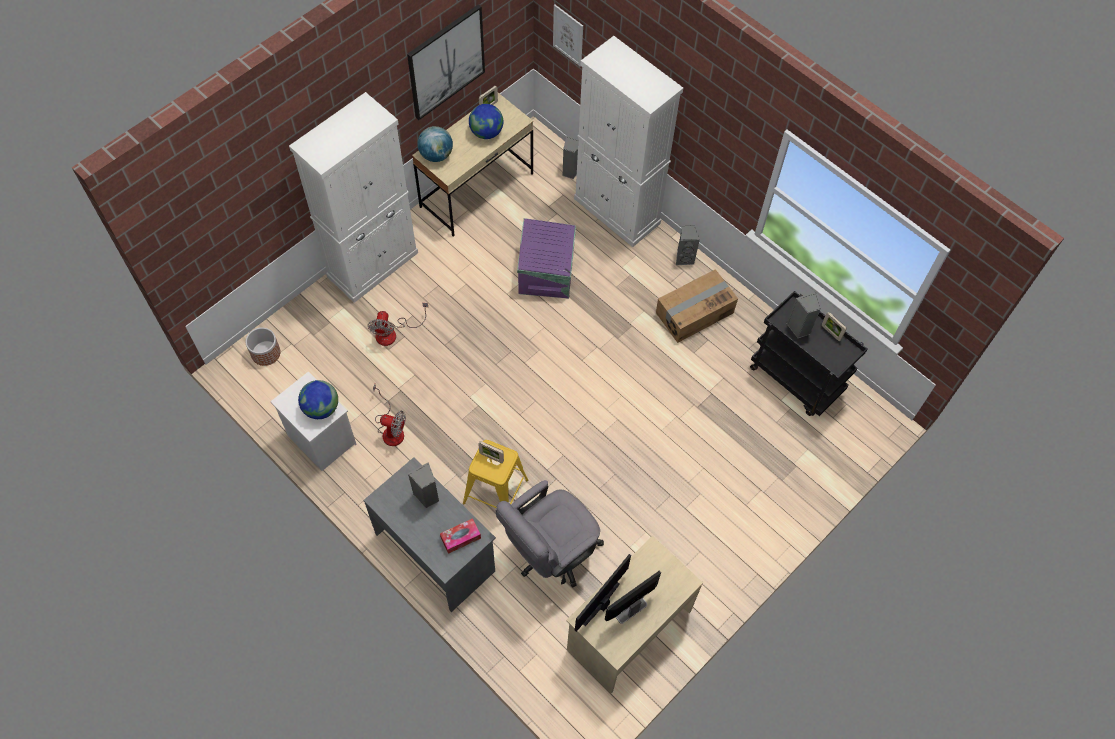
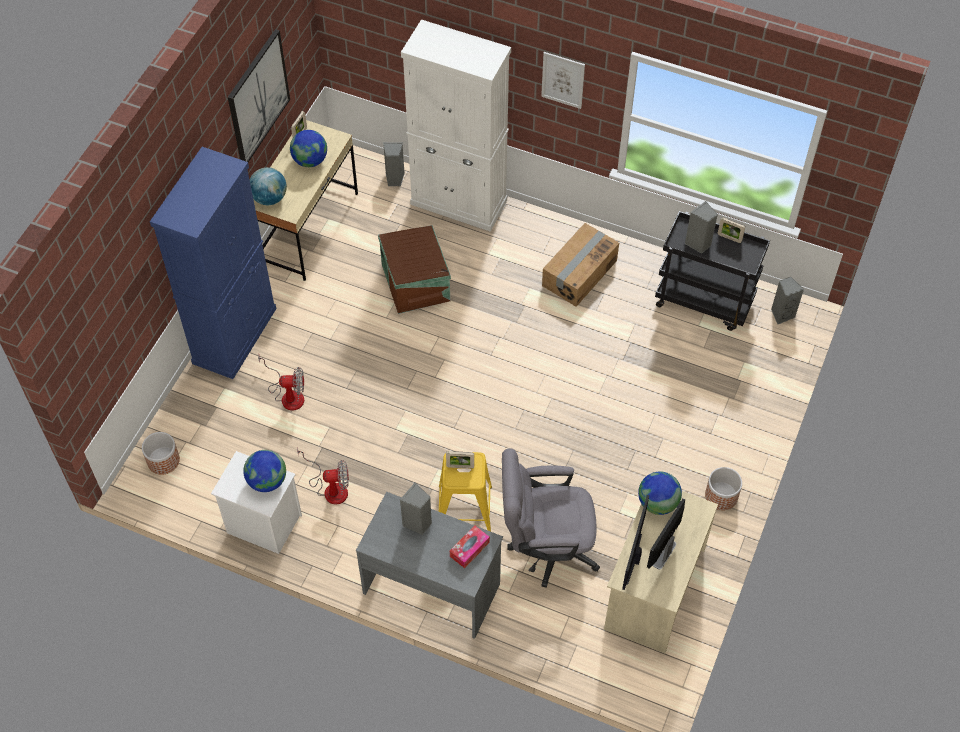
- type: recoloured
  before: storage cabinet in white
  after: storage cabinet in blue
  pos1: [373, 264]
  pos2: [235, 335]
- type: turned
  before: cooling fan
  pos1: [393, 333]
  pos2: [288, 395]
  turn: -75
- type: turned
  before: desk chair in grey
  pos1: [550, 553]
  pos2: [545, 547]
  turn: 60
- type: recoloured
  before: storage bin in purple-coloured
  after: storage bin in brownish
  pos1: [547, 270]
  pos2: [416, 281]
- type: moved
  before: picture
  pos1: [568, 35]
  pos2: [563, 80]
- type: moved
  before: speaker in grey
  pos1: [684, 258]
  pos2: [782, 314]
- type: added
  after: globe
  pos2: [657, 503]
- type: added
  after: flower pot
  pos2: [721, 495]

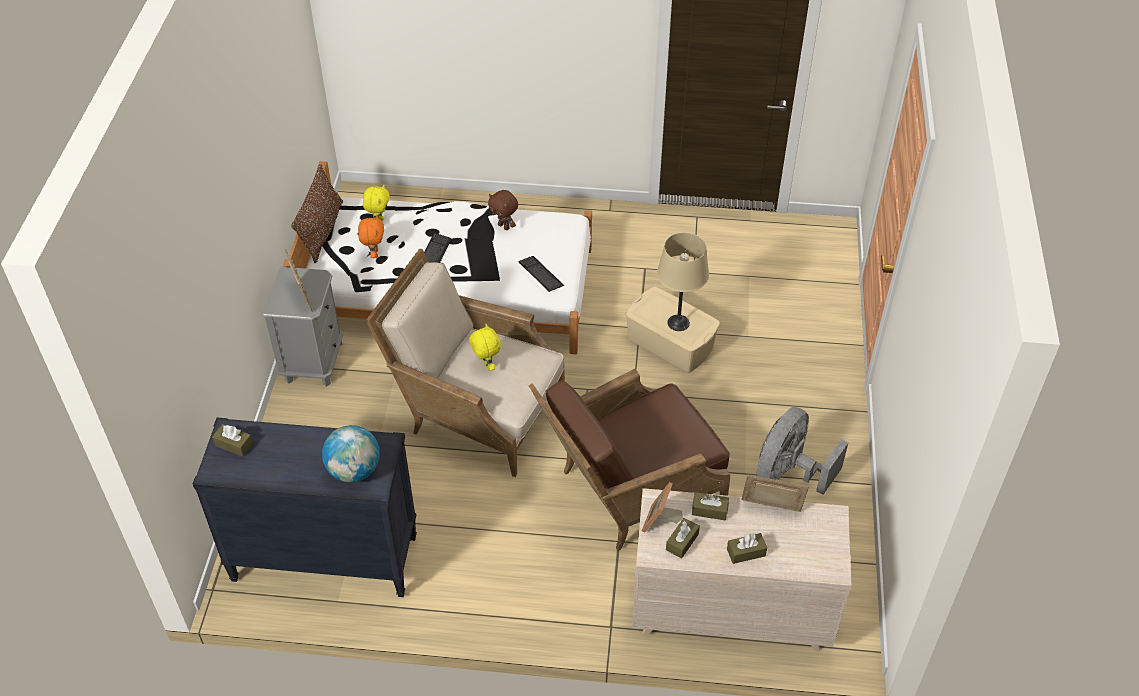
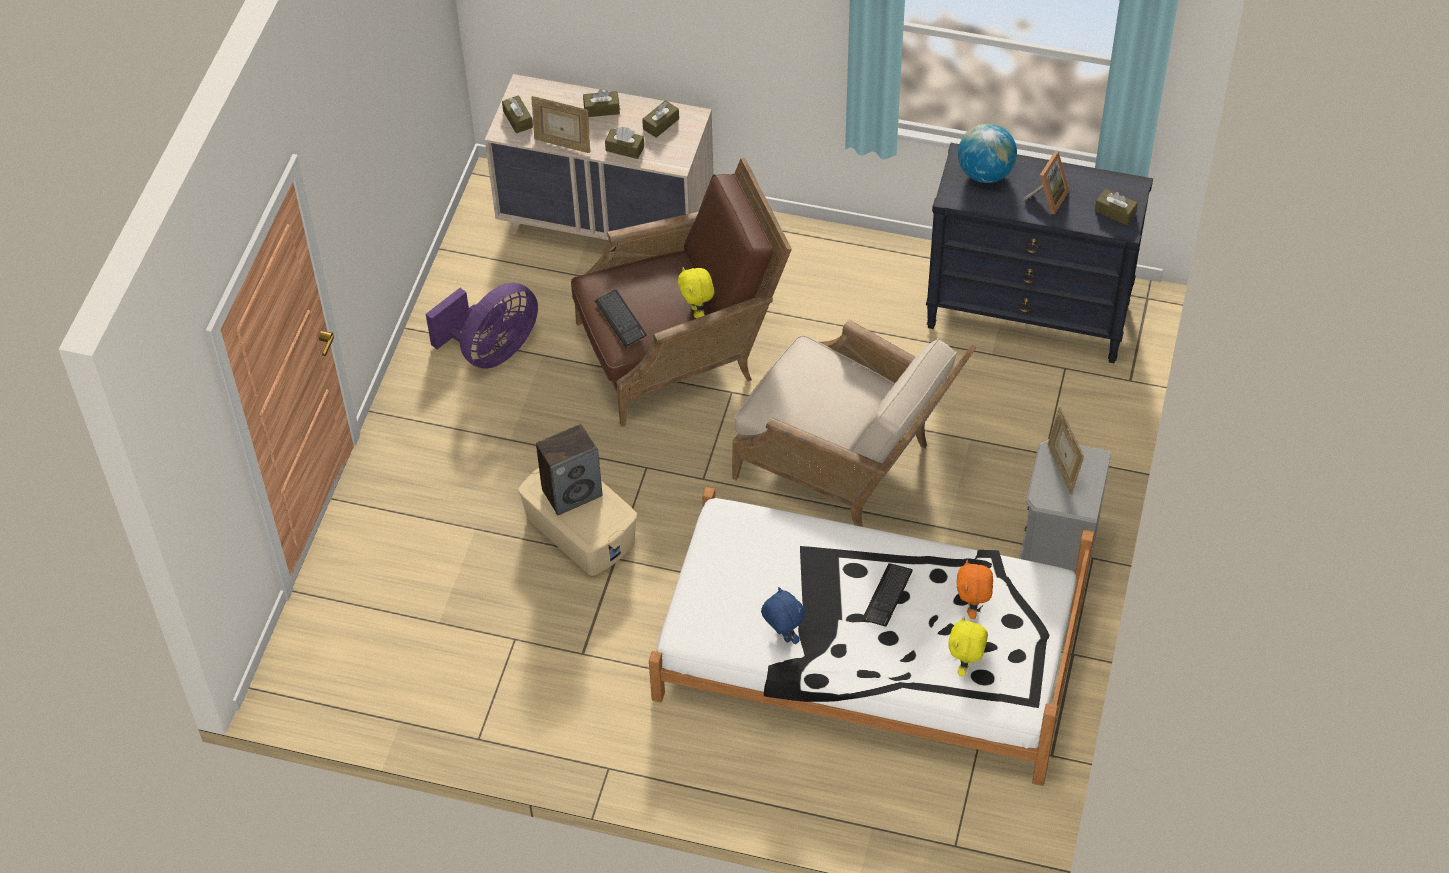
- type: removed
  before: throw pillow in brownish
  pos1: [322, 231]
- type: moved
  before: cuddly toy in yellow
  pos1: [486, 365]
  pos2: [697, 312]
- type: recoloured
  before: cuddly toy in brownish
  after: cuddly toy in blue
  pos1: [504, 226]
  pos2: [782, 636]
- type: moved
  before: PC keyboard
  pos1: [541, 274]
  pos2: [620, 319]
- type: moved
  before: photo frame
  pos1: [660, 522]
  pos2: [1047, 197]
- type: replaced
  before: tabletop lamp in beige-coloured
  after: speaker
  pos1: [678, 323]
  pos2: [572, 492]
- type: recoloured
  before: cooling fan in grey
  after: cooling fan in purple-coloured
  pos1: [789, 472]
  pos2: [492, 350]
- type: added
  after: box of tissues in brownish
  pos2: [518, 119]

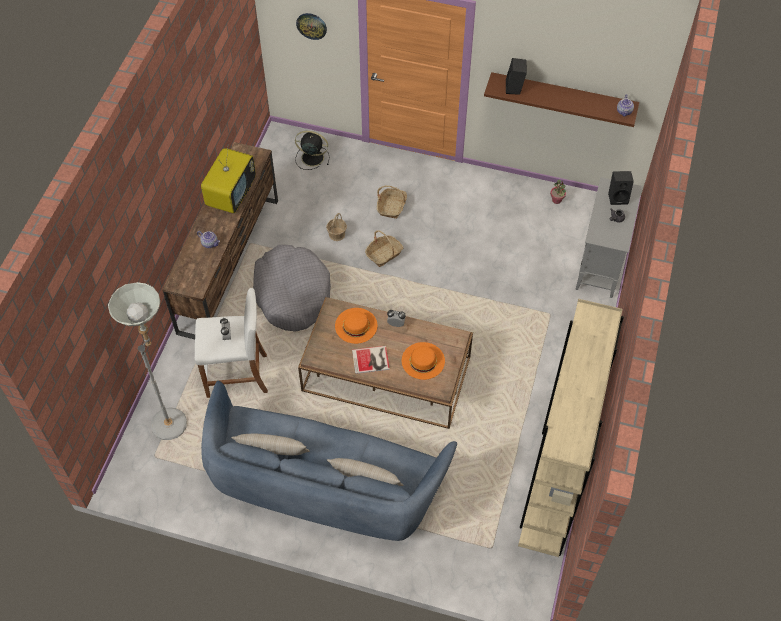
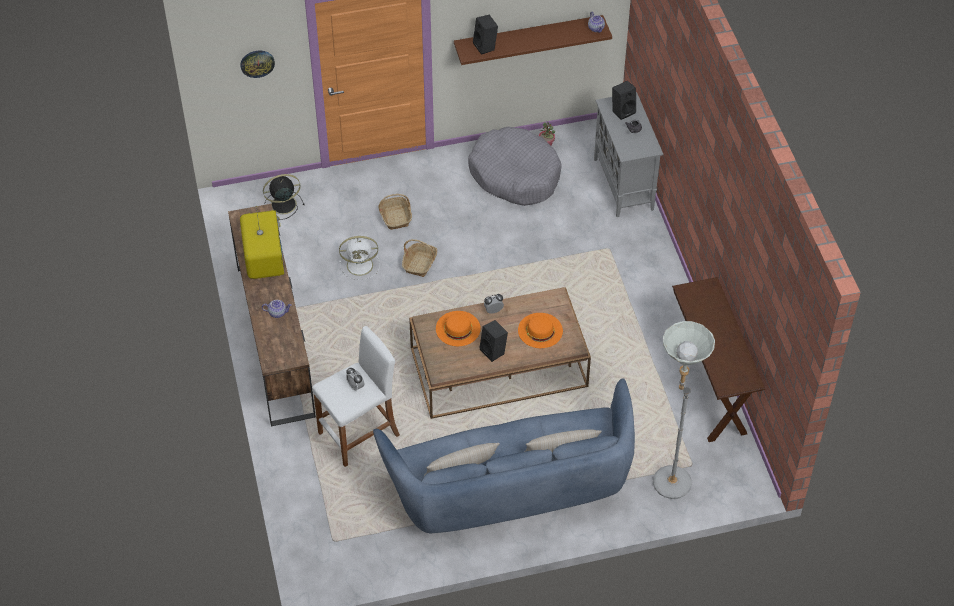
- type: moved
  before: standard lamp in grey
  pos1: [172, 417]
  pos2: [669, 475]
- type: moved
  before: dog cushion in grey
  pos1: [292, 294]
  pos2: [515, 175]
- type: replaced
  before: storage basket
  after: cooling fan in white
  pos1: [337, 234]
  pos2: [361, 265]
- type: replaced
  before: bound book
  after: speaker in black-coloured
  pos1: [371, 360]
  pos2: [494, 351]
- type: replaced
  before: shelving unit in beige-coloured
  after: narrow table in brownish
  pos1: [553, 485]
  pos2: [708, 389]

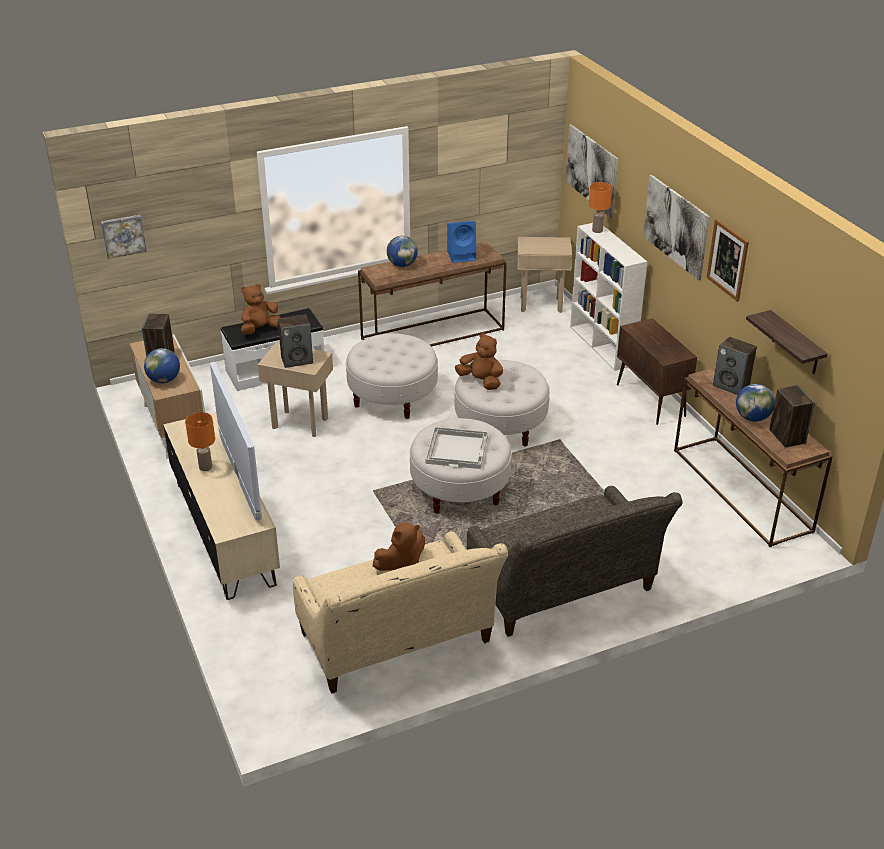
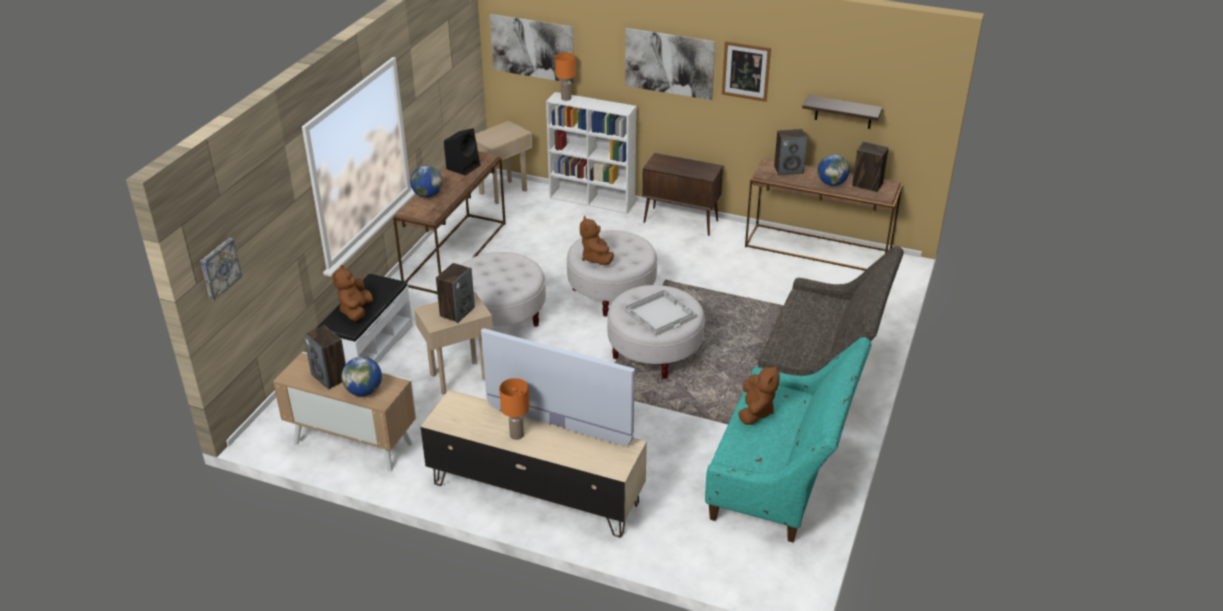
- type: recoloured
  before: sofa in beige-coloured
  after: sofa in blue-green
  pos1: [399, 644]
  pos2: [781, 479]
- type: recoloured
  before: speaker in blue
  after: speaker in black-coloured
  pos1: [462, 256]
  pos2: [463, 167]
- type: turned
  before: cuddly toy in brownish
  pos1: [481, 381]
  pos2: [596, 258]
  turn: -90

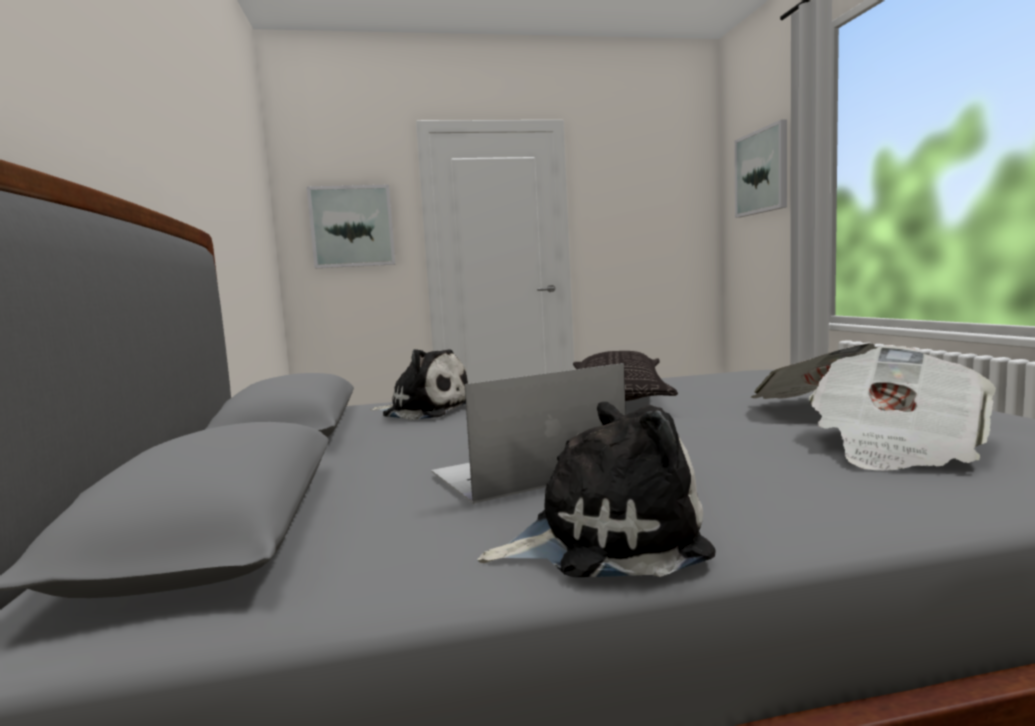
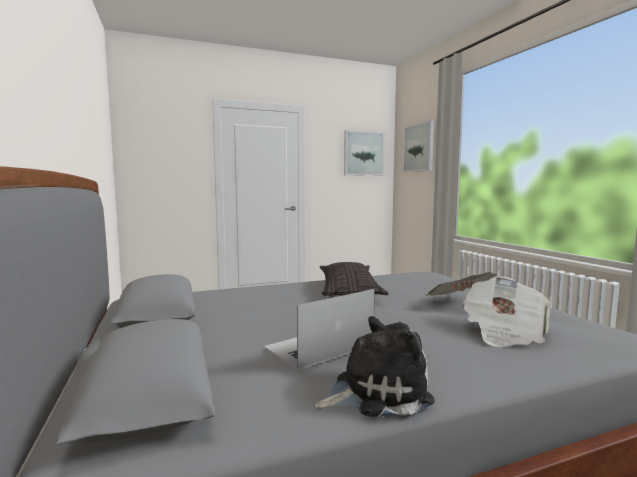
- type: moved
  before: picture
  pos1: [352, 226]
  pos2: [363, 153]
- type: removed
  before: cuddly toy
  pos1: [424, 410]

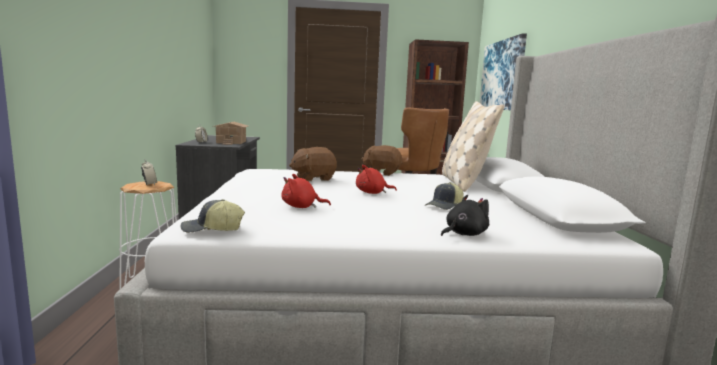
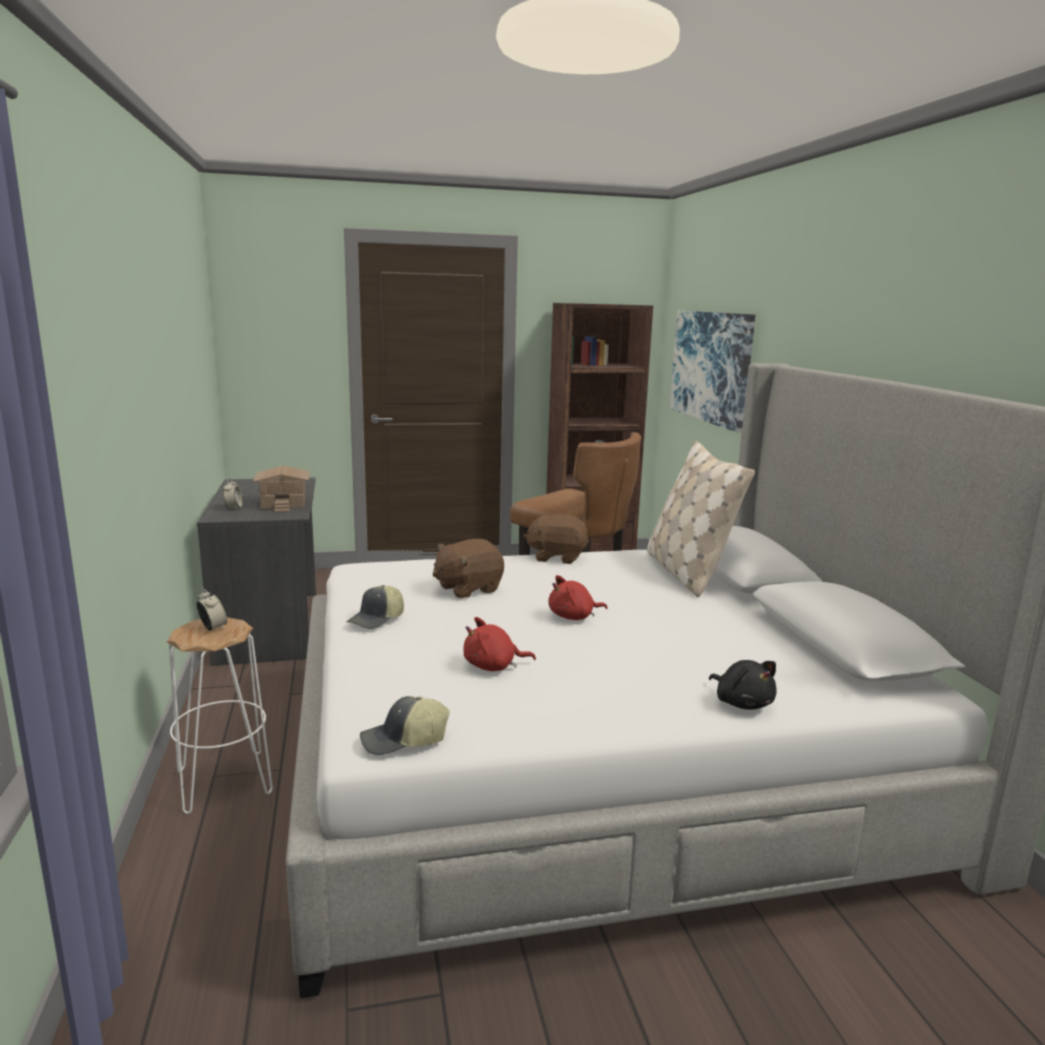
- type: moved
  before: baseball cap
  pos1: [445, 206]
  pos2: [377, 620]
- type: turned
  before: cuddly toy in black-coloured
  pos1: [464, 234]
  pos2: [742, 702]
  turn: 105

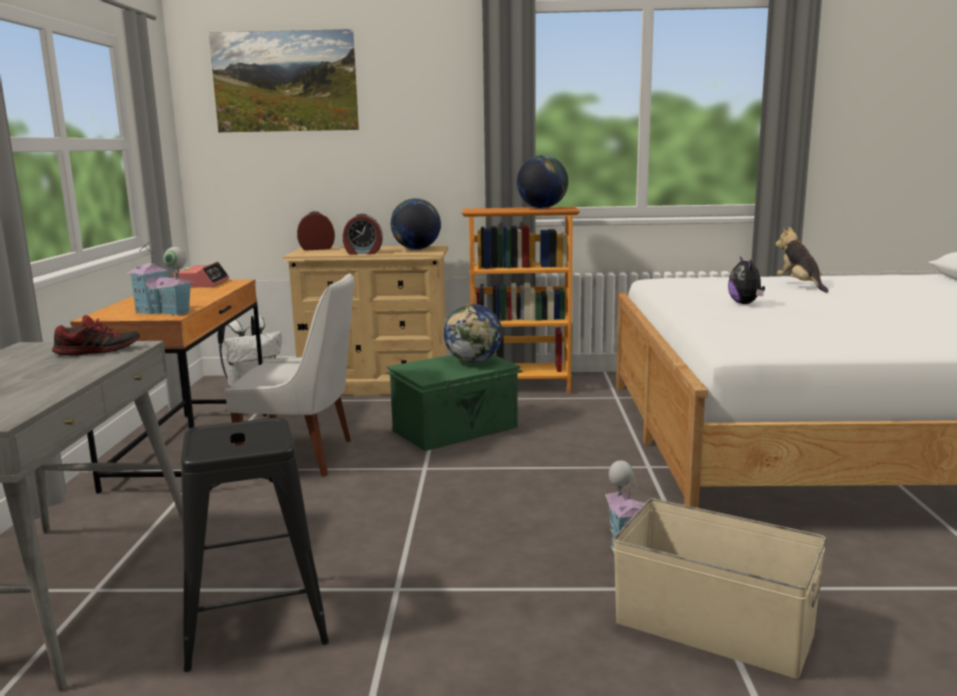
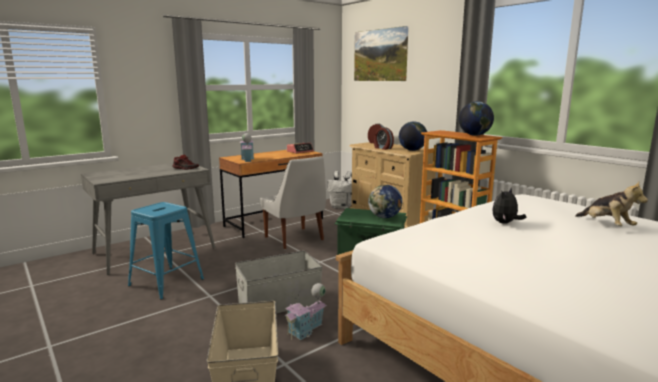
- type: recoloured
  before: stool seat in black-coloured
  after: stool seat in blue
  pos1: [254, 619]
  pos2: [166, 282]
- type: turned
  before: cuddly toy
  pos1: [800, 286]
  pos2: [606, 225]
  turn: 120
- type: added
  after: storage bin in grey
  pos2: [279, 303]

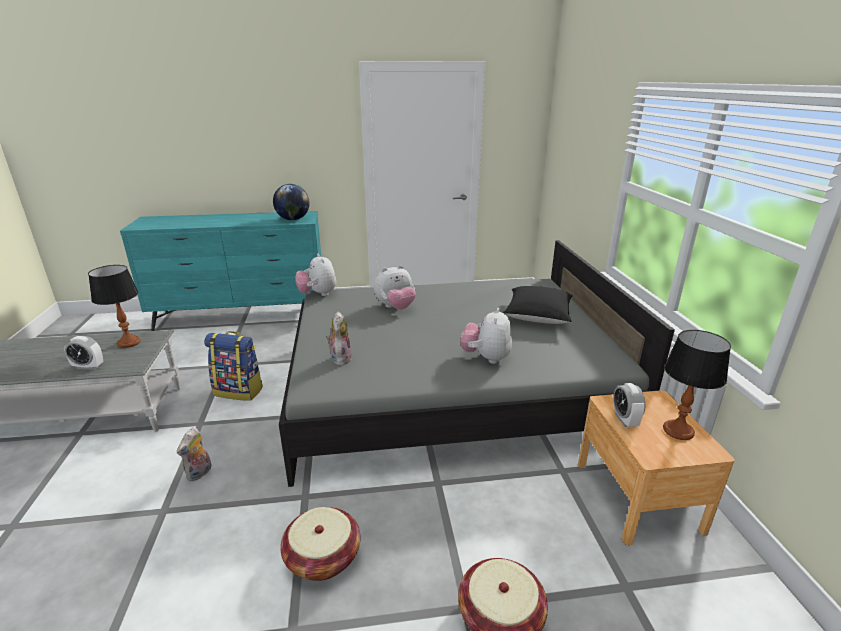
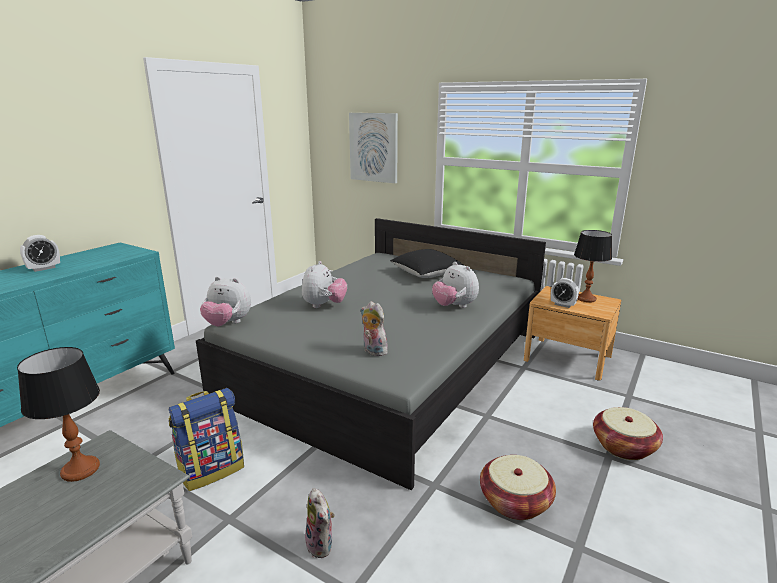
- type: moved
  before: table clock
  pos1: [88, 367]
  pos2: [44, 268]
- type: removed
  before: globe
  pos1: [293, 219]
- type: added
  after: picture
  pos2: [374, 147]

